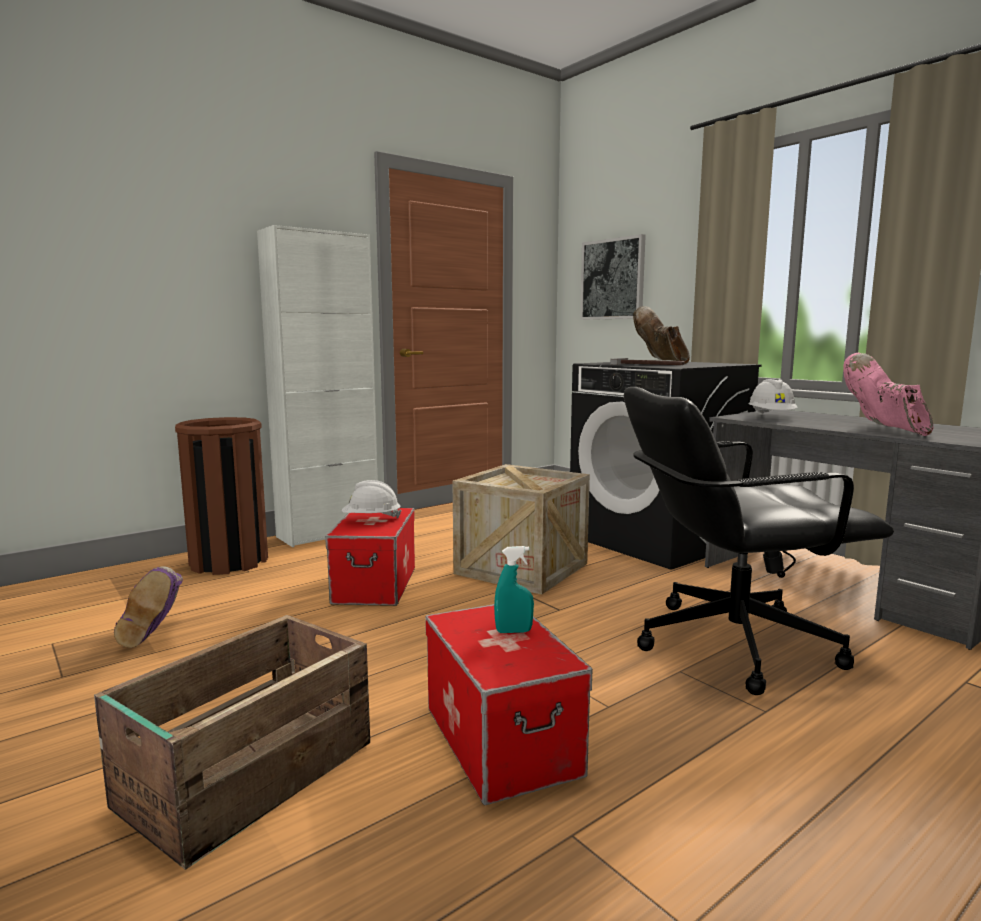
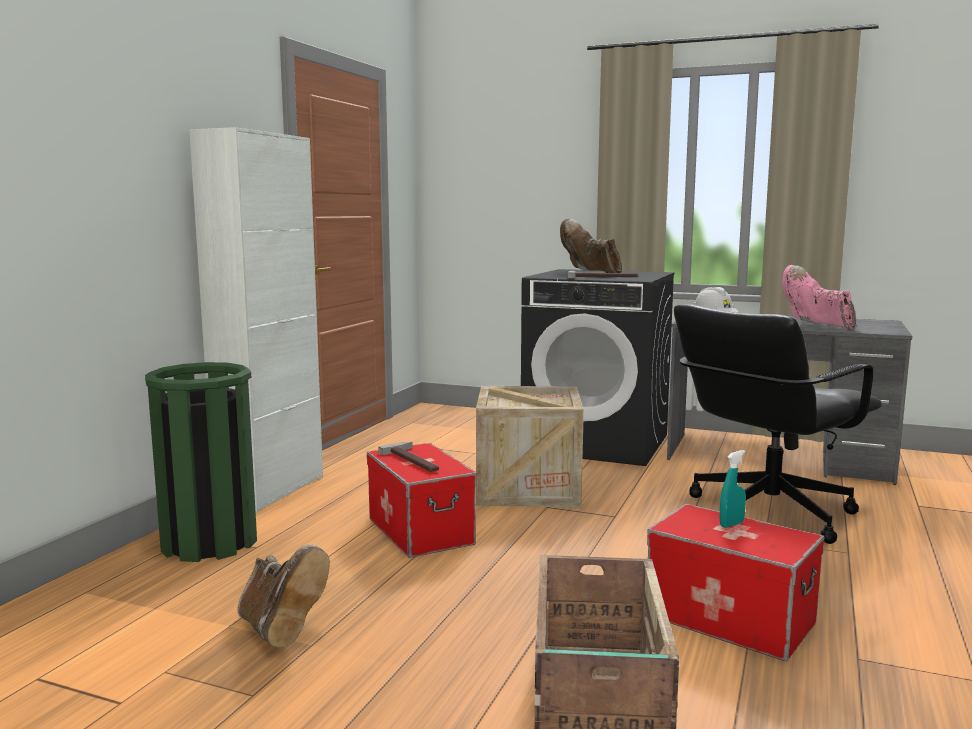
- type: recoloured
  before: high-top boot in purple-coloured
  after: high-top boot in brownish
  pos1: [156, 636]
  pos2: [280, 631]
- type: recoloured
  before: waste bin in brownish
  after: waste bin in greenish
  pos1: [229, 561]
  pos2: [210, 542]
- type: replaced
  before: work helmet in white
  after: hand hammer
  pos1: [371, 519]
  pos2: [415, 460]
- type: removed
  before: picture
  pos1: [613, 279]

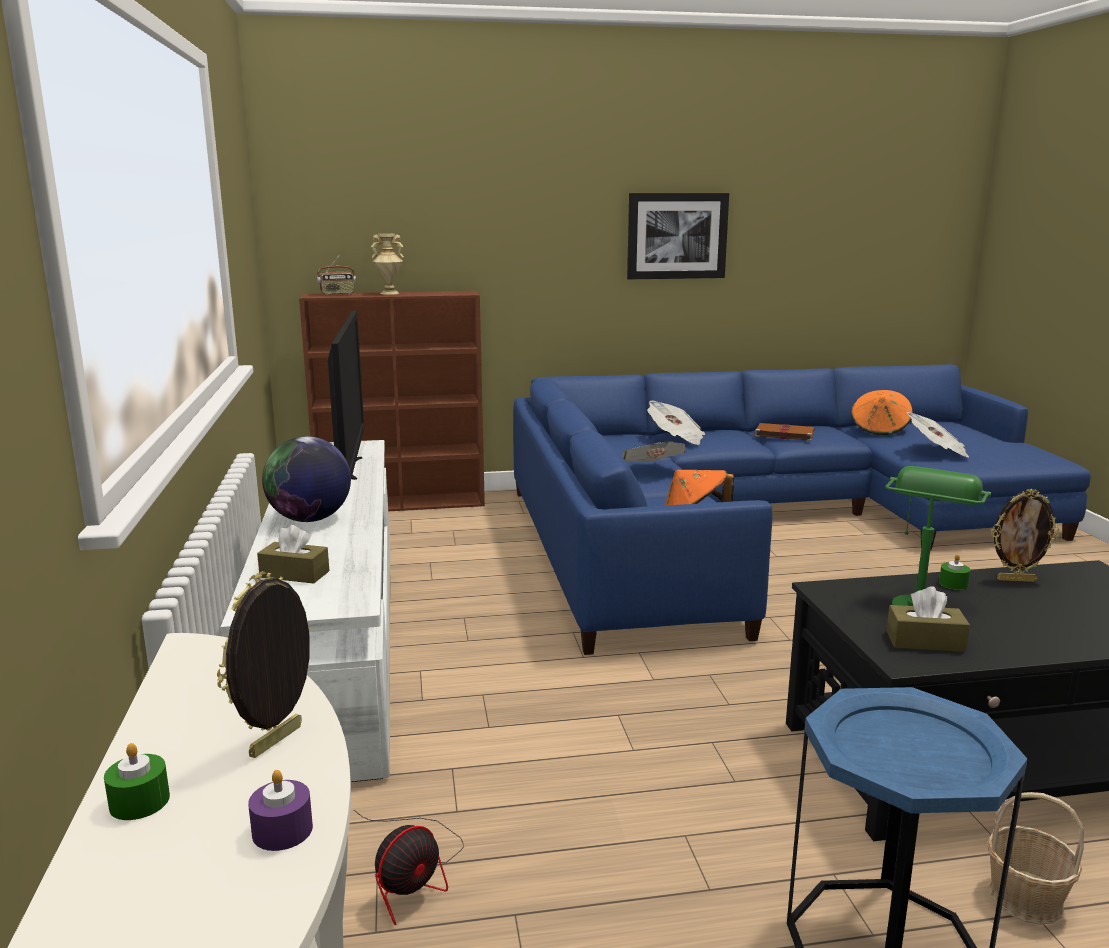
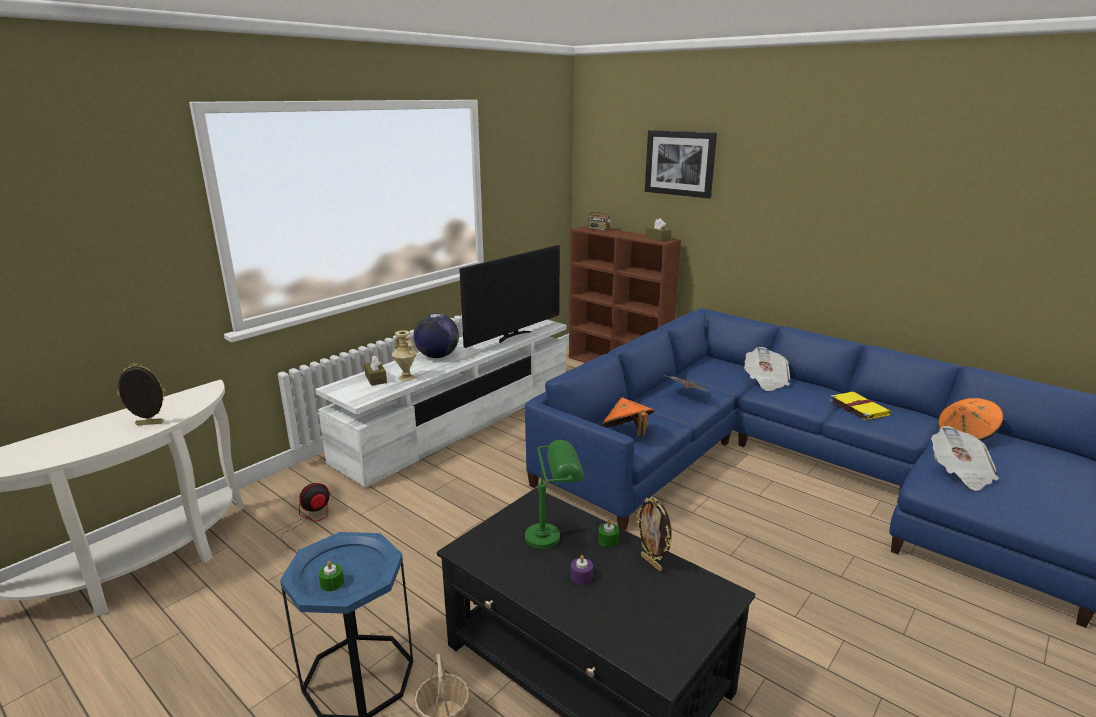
- type: moved
  before: candle in greenish
  pos1: [139, 802]
  pos2: [332, 583]
- type: moved
  before: candle in purple-coloured
  pos1: [282, 830]
  pos2: [581, 576]
- type: turned
  before: cooling fan
  pos1: [412, 874]
  pos2: [311, 524]
  turn: 135
- type: moved
  before: decorative vase in beige-coloured
  pos1: [389, 293]
  pos2: [406, 378]
- type: moved
  before: picture
  pos1: [677, 236]
  pos2: [680, 163]
- type: recoloured
  before: bound book in brownish
  after: bound book in yellow
  pos1: [783, 434]
  pos2: [858, 407]
- type: moved
  before: box of tissues in brownish
  pos1: [925, 641]
  pos2: [657, 238]

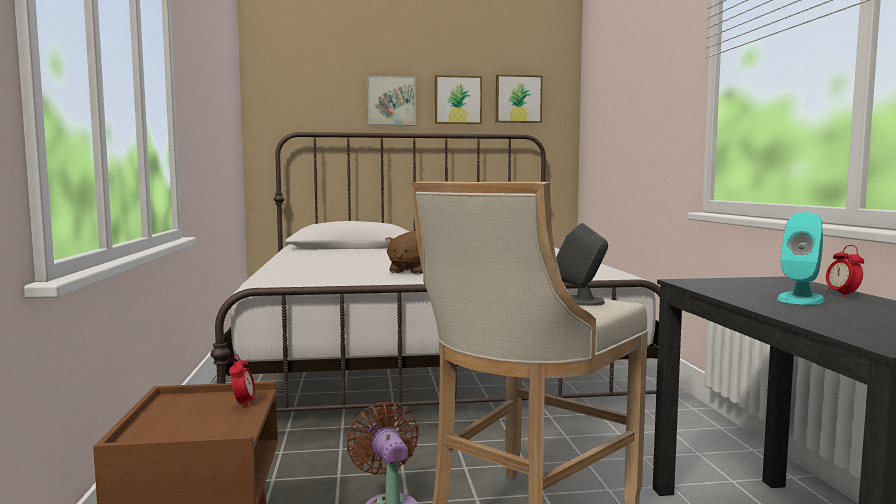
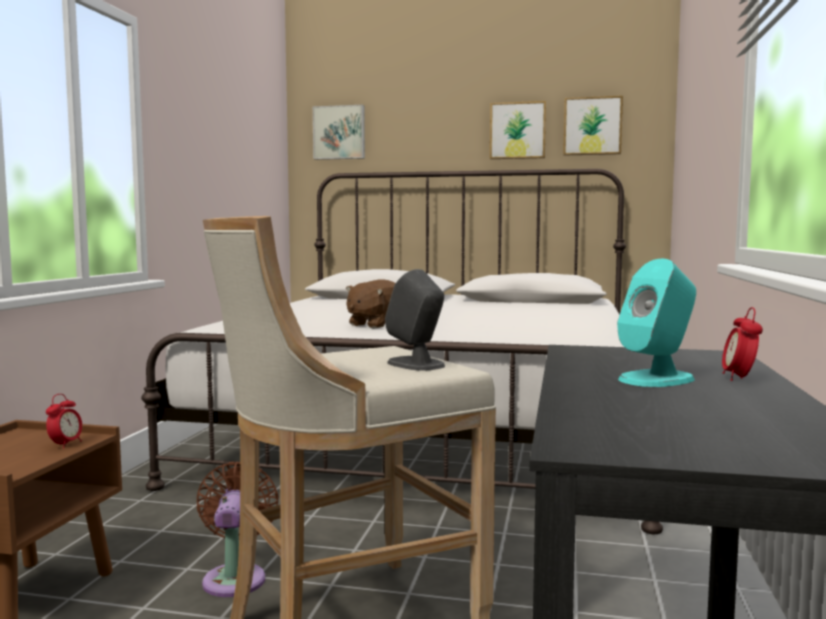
- type: moved
  before: picture
  pos1: [391, 101]
  pos2: [339, 132]

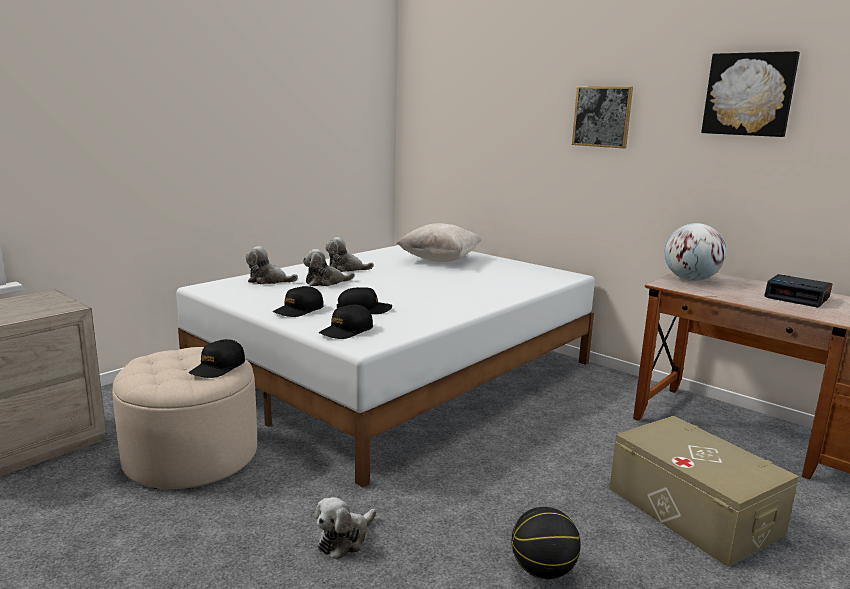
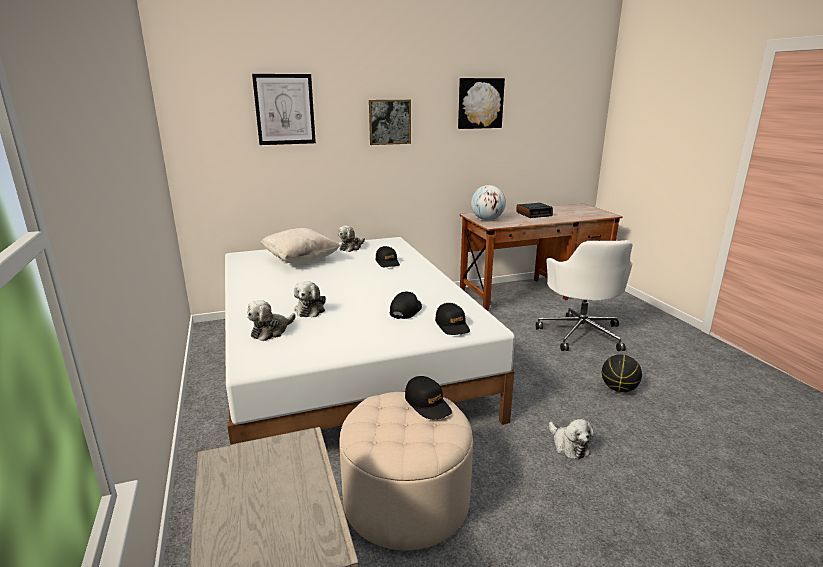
- type: moved
  before: baseball cap in black-coloured
  pos1: [299, 310]
  pos2: [387, 262]
- type: moved
  before: cuddly toy
  pos1: [346, 269]
  pos2: [351, 247]
- type: replaced
  before: storage bin in beige-coloured
  after: desk chair in white
  pos1: [692, 510]
  pos2: [581, 333]
- type: added
  after: picture
  pos2: [284, 109]

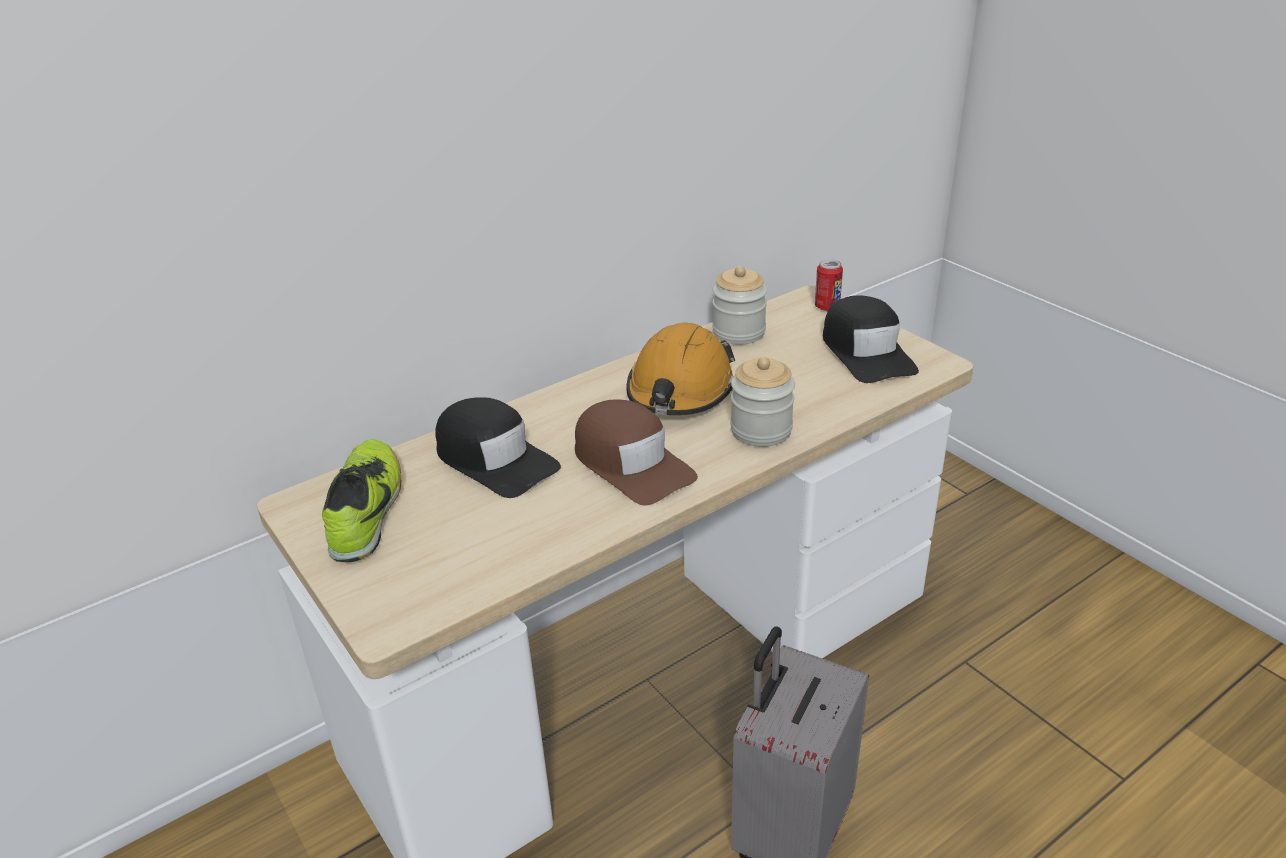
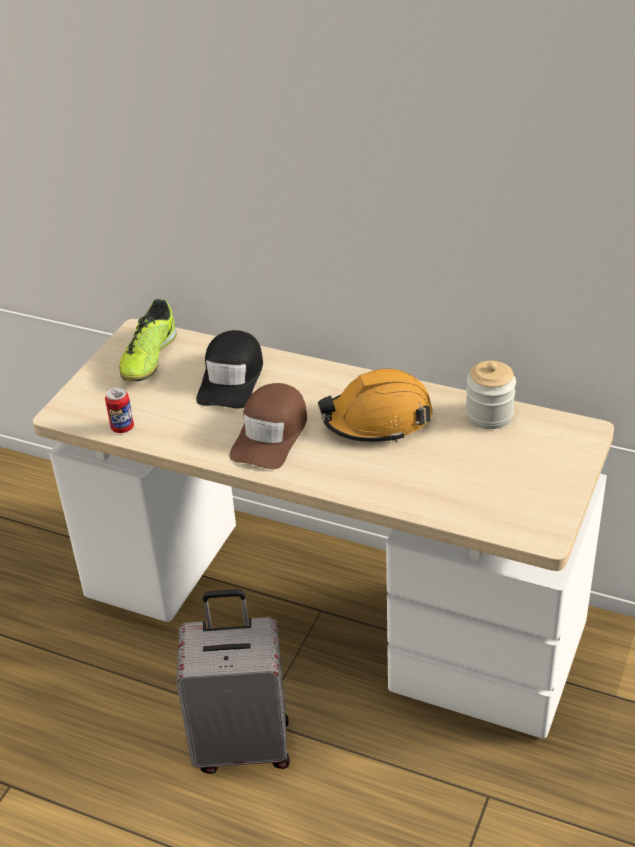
- type: turned
  before: low shoe
  pos1: [367, 510]
  pos2: [149, 358]
  turn: 135
- type: removed
  before: jar
  pos1: [761, 430]
- type: moved
  before: can
  pos1: [827, 307]
  pos2: [122, 428]
- type: removed
  before: baseball cap in black-coloured
  pos1: [866, 352]

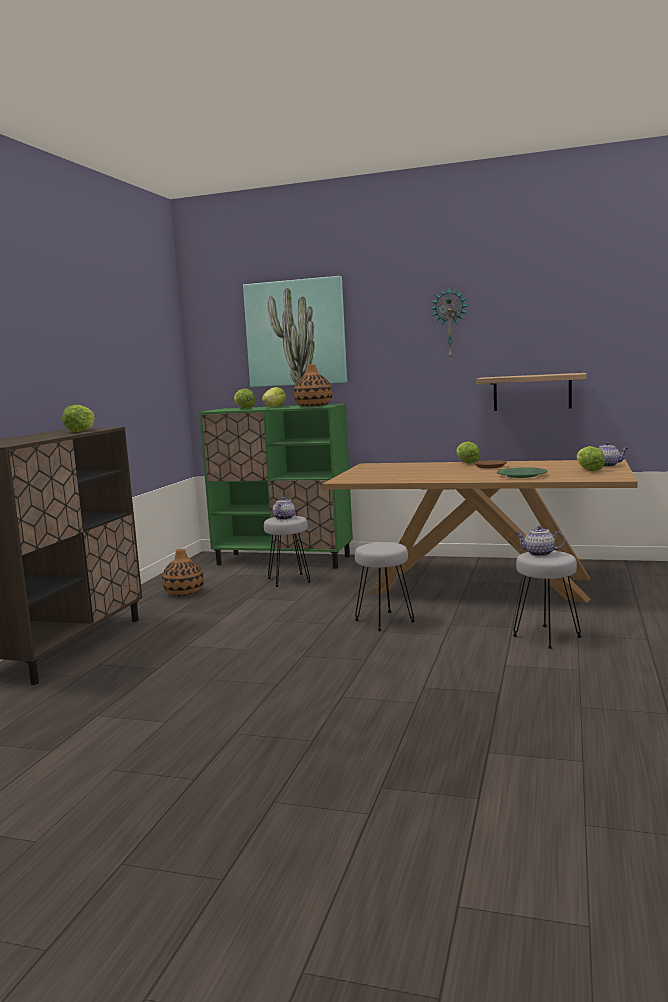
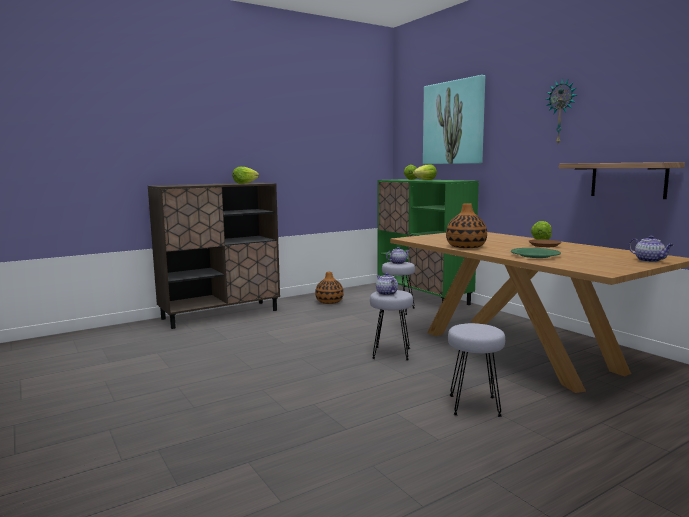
- type: moved
  before: decorative vase
  pos1: [313, 406]
  pos2: [466, 247]
- type: moved
  before: pot for tea
  pos1: [539, 553]
  pos2: [386, 293]
- type: removed
  before: lettuce head
  pos1: [589, 470]

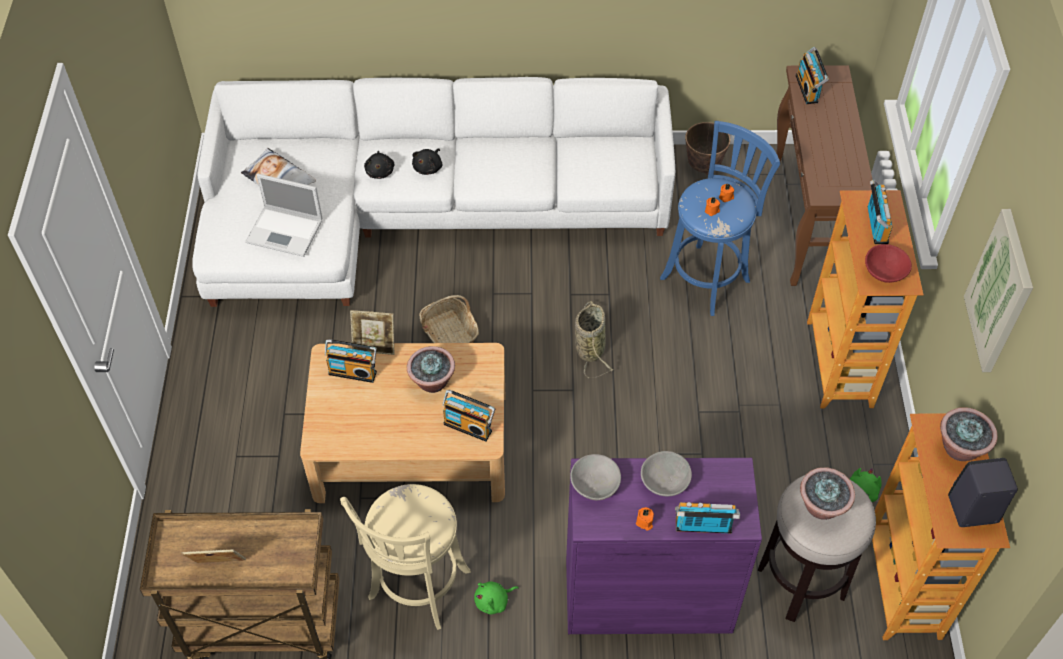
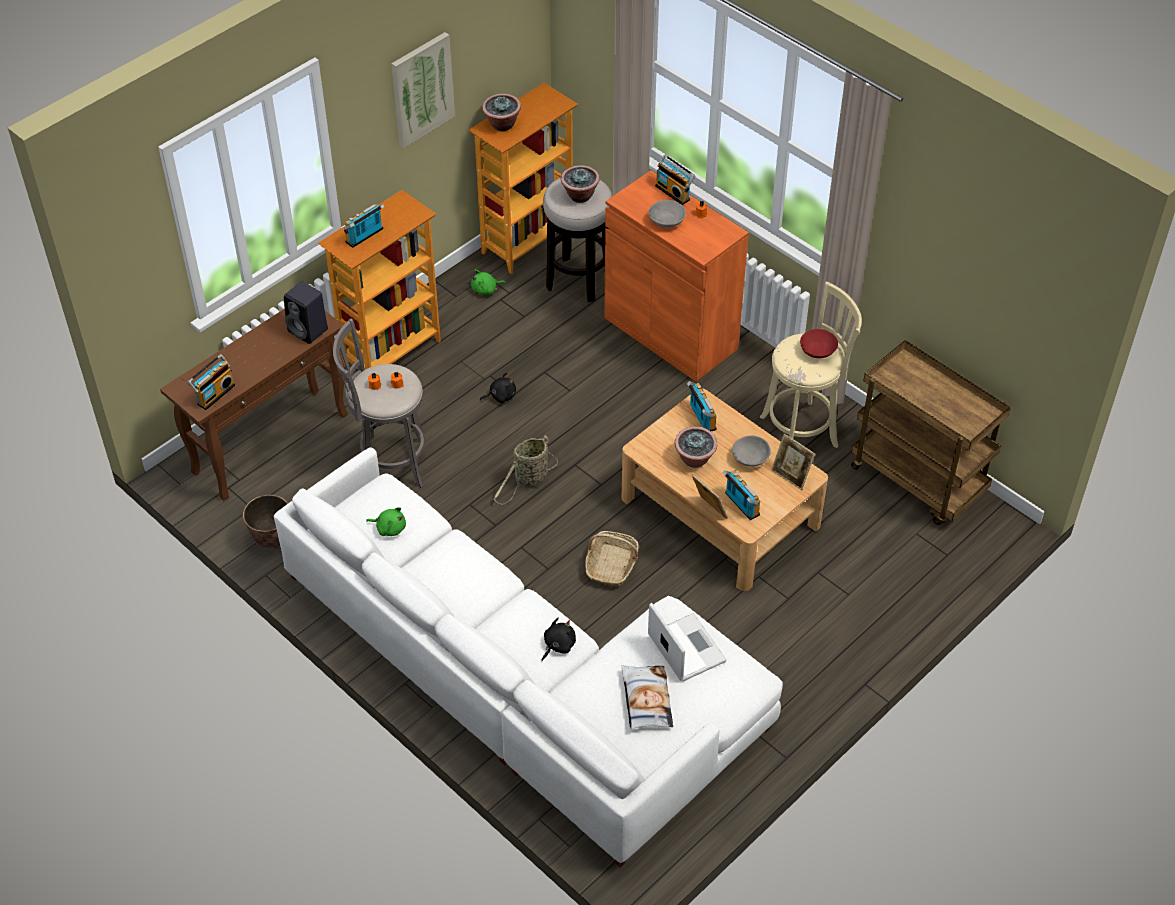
- type: moved
  before: photo frame
  pos1: [219, 568]
  pos2: [791, 476]
- type: moved
  before: cuddly toy in black-coloured
  pos1: [428, 167]
  pos2: [501, 396]
- type: moved
  before: cuddly toy in greenish
  pos1: [494, 601]
  pos2: [389, 528]
- type: recoloured
  before: storage cabinet in purple-coloured
  after: storage cabinet in orange-coloured
  pos1: [648, 595]
  pos2: [670, 333]
- type: moved
  before: deep dish in grey
  pos1: [594, 485]
  pos2: [750, 459]
- type: recoloured
  before: stool seat in blue
  after: stool seat in grey
  pos1: [708, 277]
  pos2: [389, 462]
- type: moved
  before: deep dish in reddish
  pos1: [885, 272]
  pos2: [817, 351]
- type: moved
  before: speaker in black-coloured
  pos1: [971, 509]
  pos2: [309, 331]

